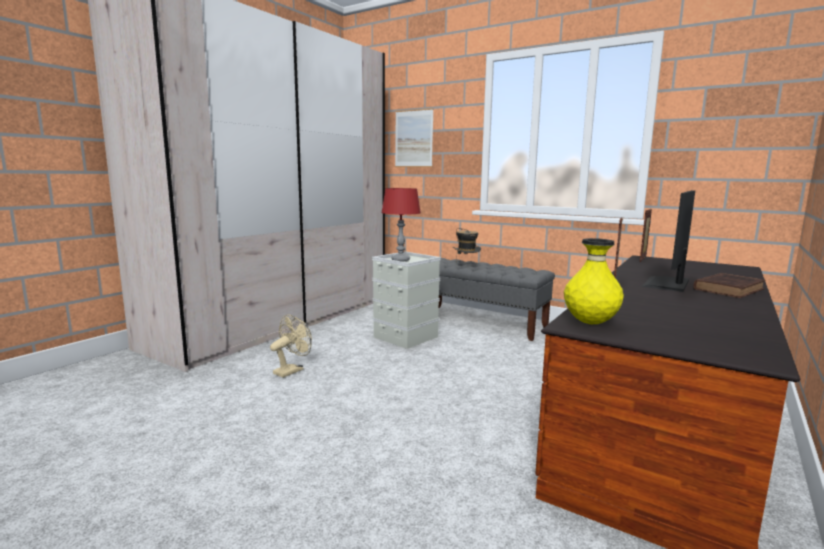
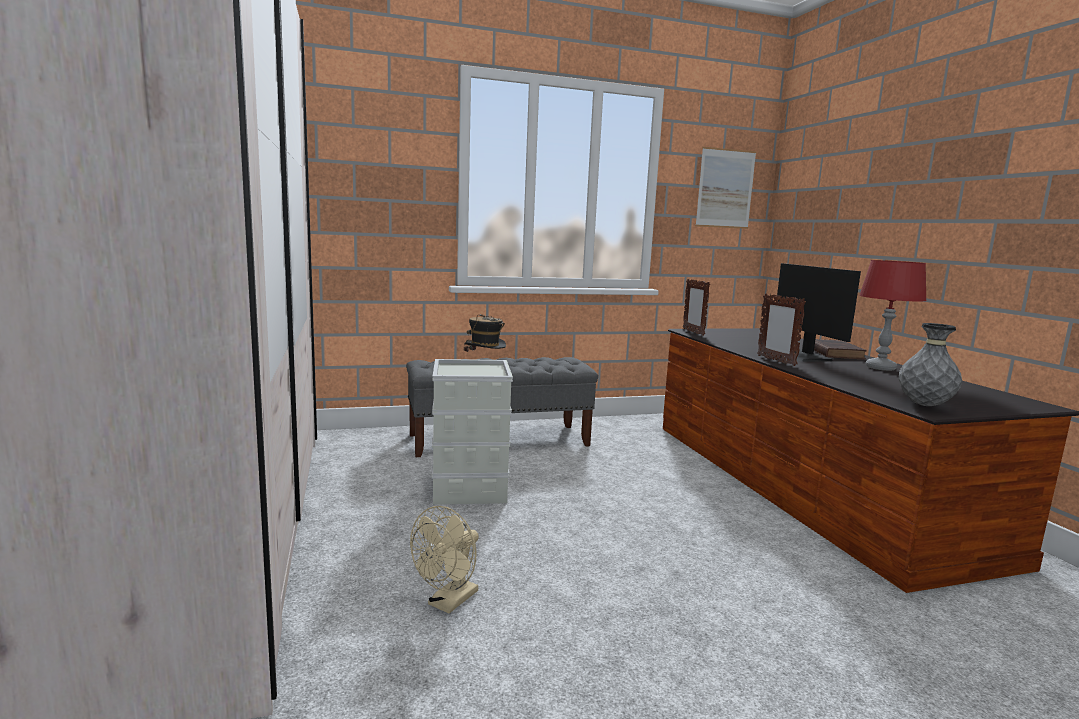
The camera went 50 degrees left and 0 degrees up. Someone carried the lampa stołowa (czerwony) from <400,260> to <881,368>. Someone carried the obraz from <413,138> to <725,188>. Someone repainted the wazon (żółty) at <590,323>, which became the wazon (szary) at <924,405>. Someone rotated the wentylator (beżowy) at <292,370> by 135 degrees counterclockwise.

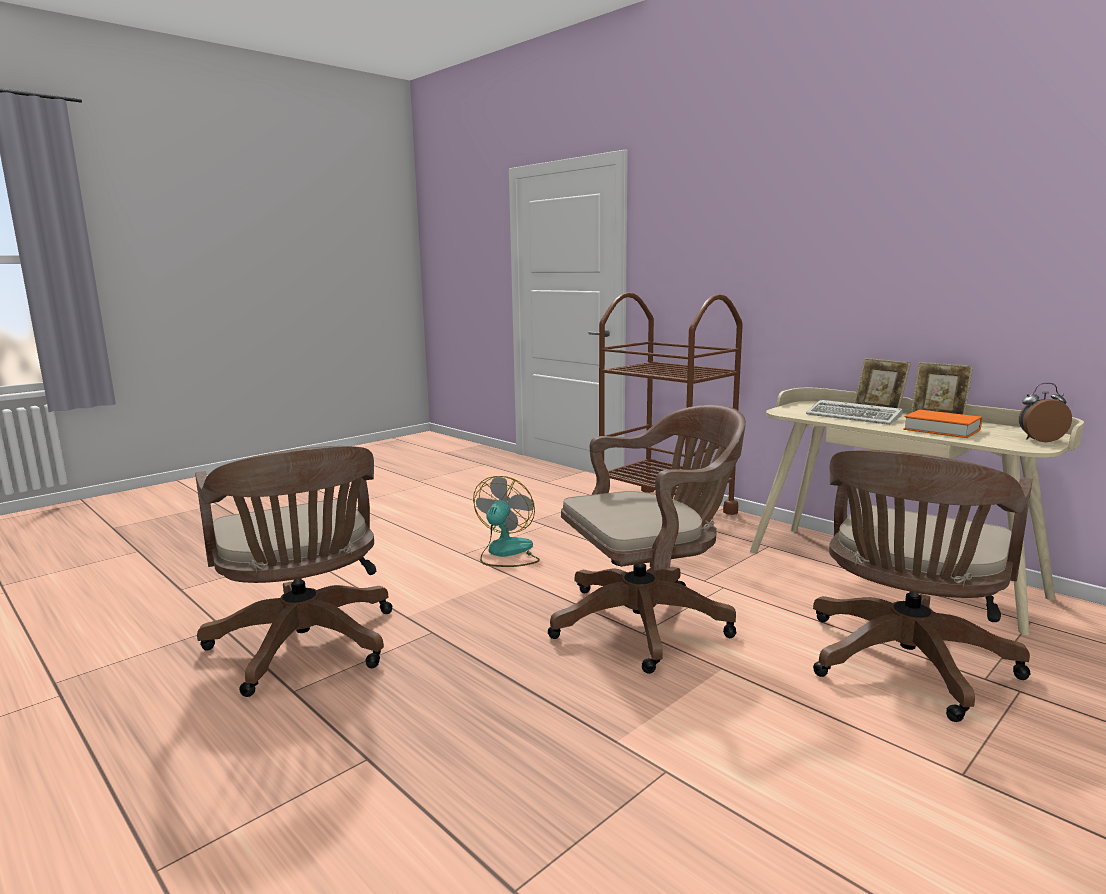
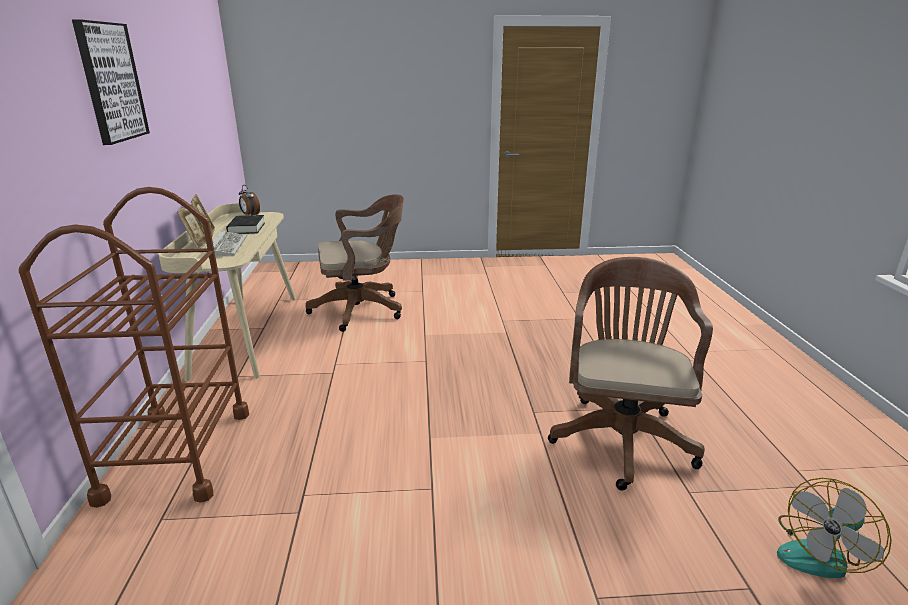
The camera went 140 degrees left and 10 degrees up. Someone took away the krzesło biurowe (brązowy) at <648,622>. Someone put up the obraz at <111,82>. Someone carried the wentylator from <506,553> to <820,553>. Someone repainted the książka (pomarańczowy) at <941,429>, which became the książka (czarny) at <246,228>.

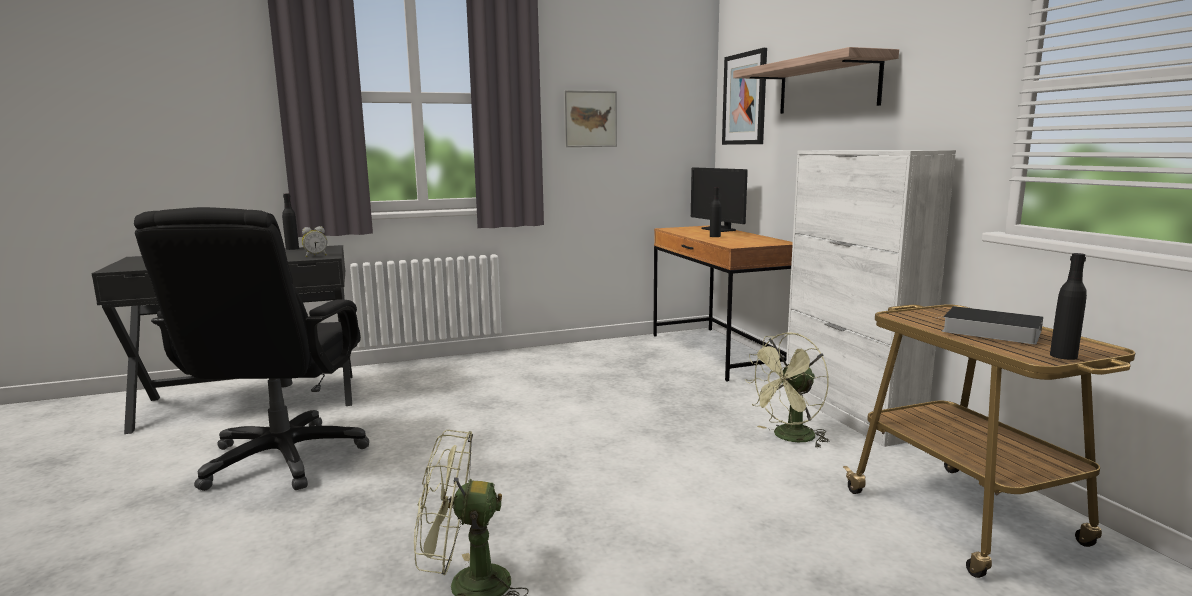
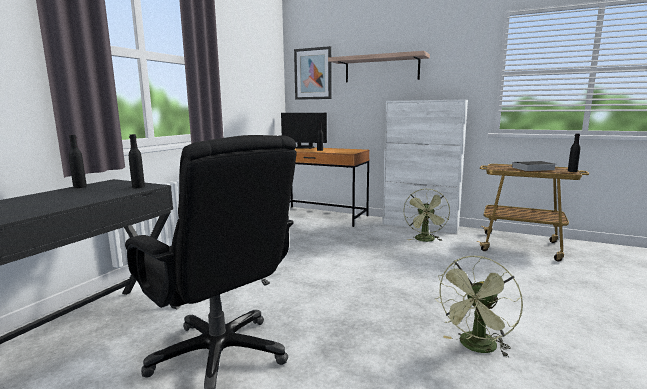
The camera went 45 degrees left and 0 degrees up. Someone took away the obraz at <590,119>. Someone swapped the budzik at <315,256> for the butelka (czarny) at <138,187>.

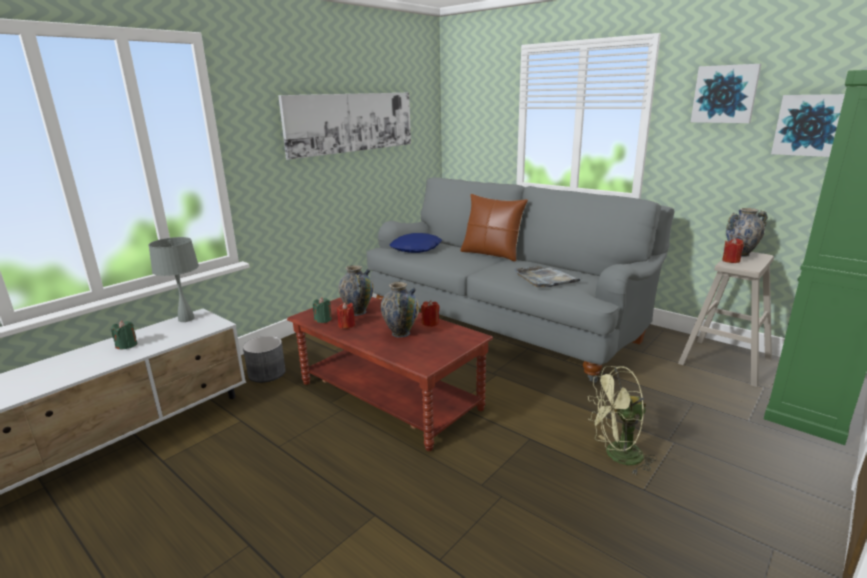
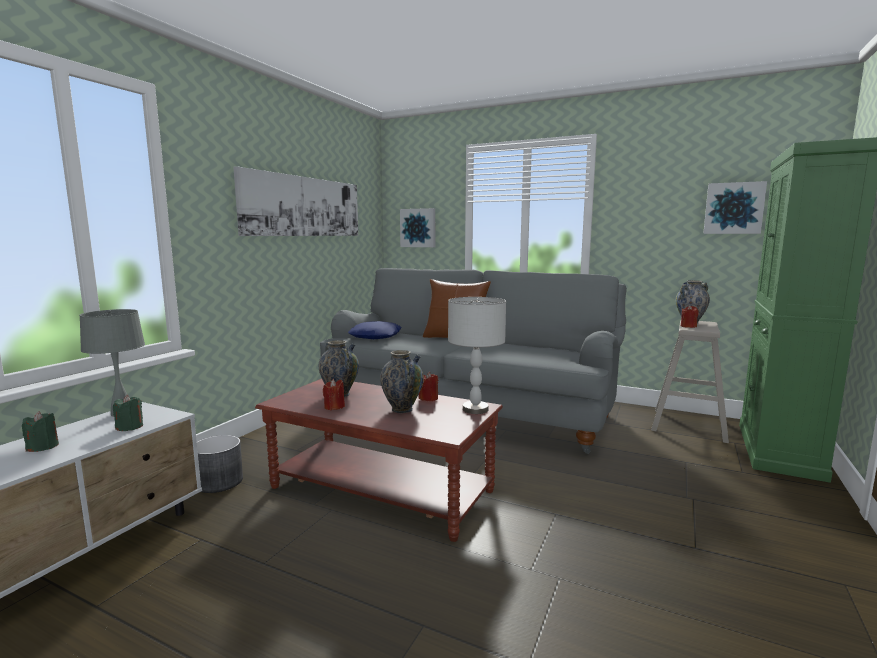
The camera went 15 degrees left and 10 degrees down. Someone took away the taca (szary) at <545,279>. Someone took away the wentylator (zielony) at <616,456>. Someone put down the lampa stołowa (szary) at <475,409>. Someone carried the świeca (zielony) from <323,320> to <130,427>. Someone carried the obraz from <725,94> to <418,228>.

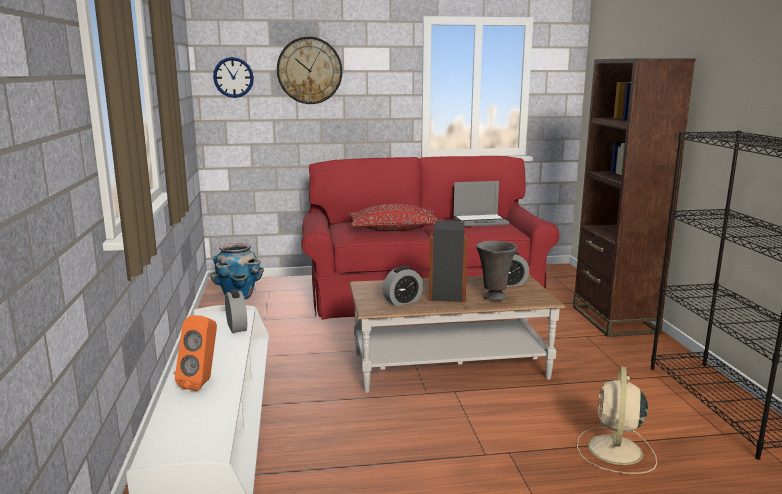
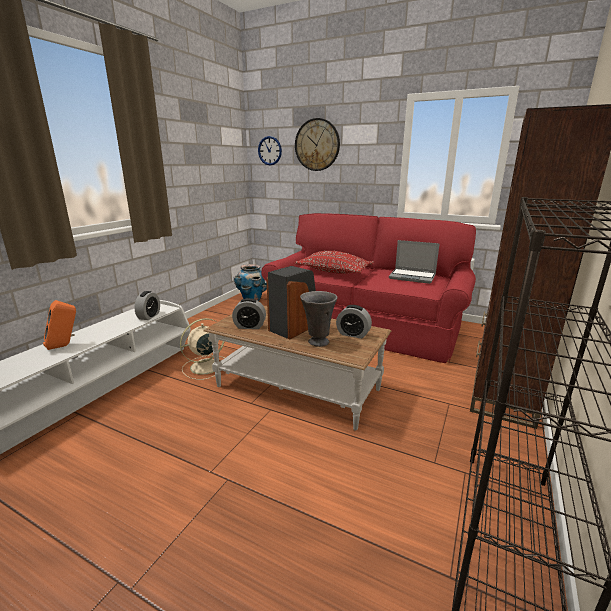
The camera went 35 degrees right and 5 degrees up. Someone carried the wentylator (beżowy) from <615,451> to <204,367>.

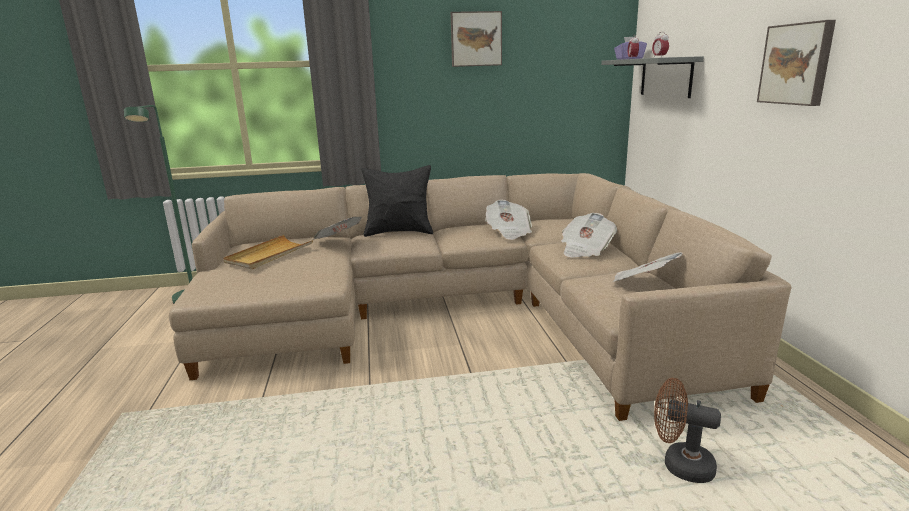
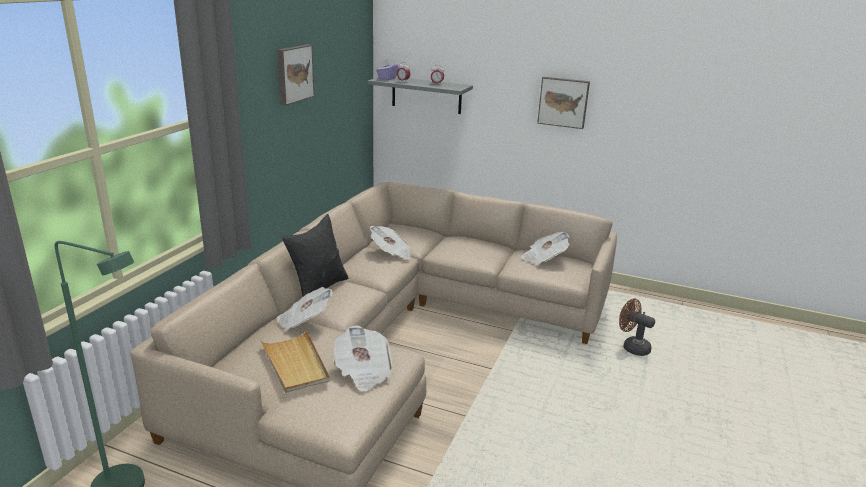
The camera went 60 degrees left and 5 degrees up. Someone carried the gazeta from <585,250> to <363,372>. Someone rotated the wentylator (brązowy) at <679,465> by 75 degrees clockwise.

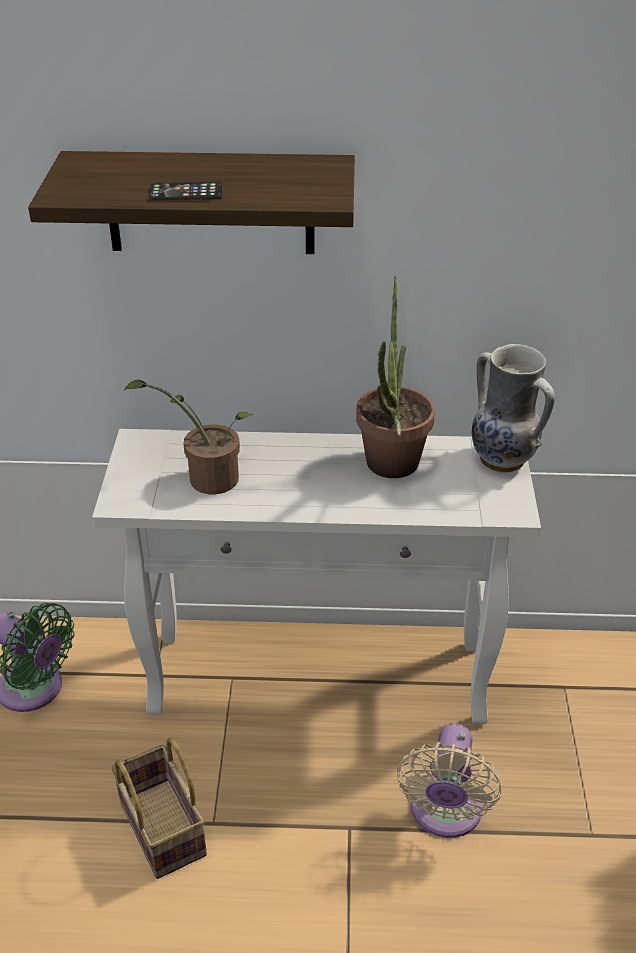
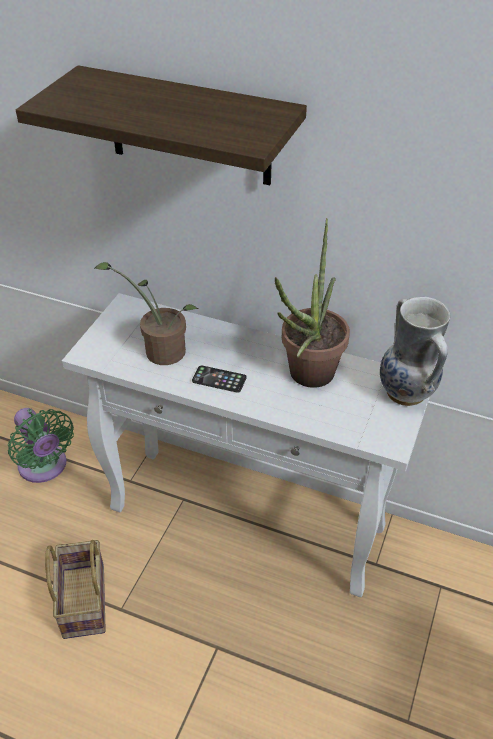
The camera went 20 degrees right and 5 degrees up. Someone took away the wentylator (beżowy) at <444,813>. Someone carried the telefon from <186,192> to <219,379>.

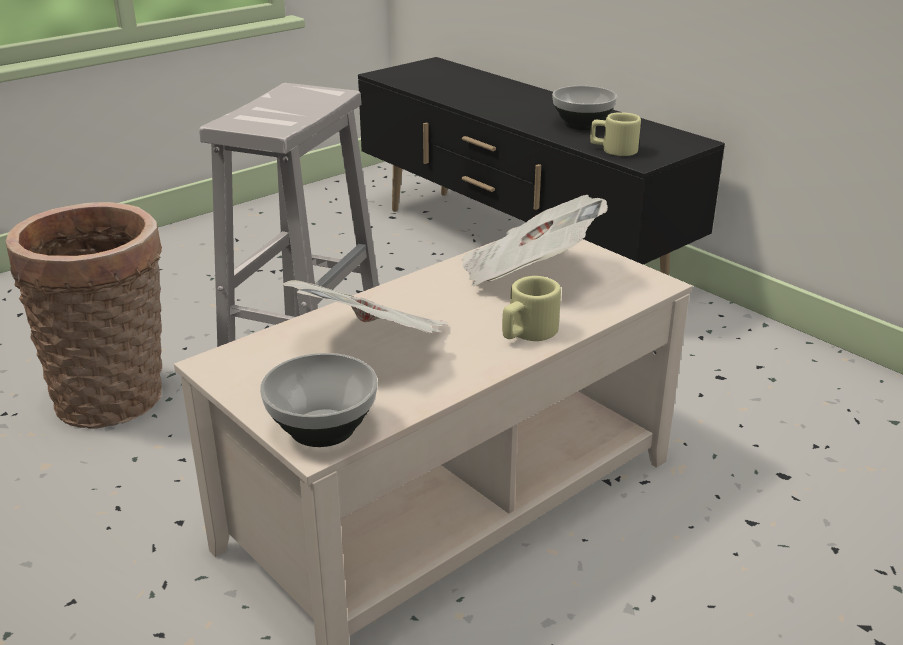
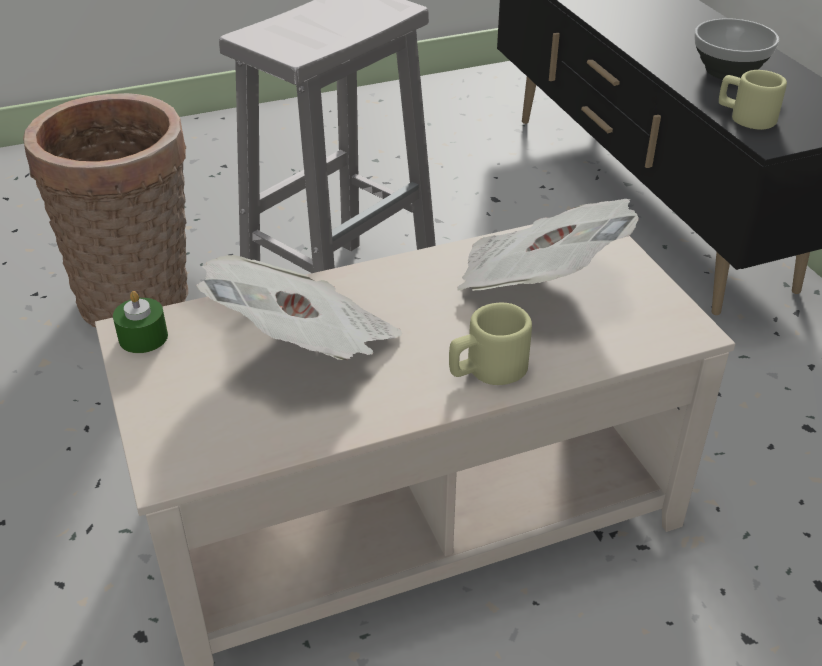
The camera went 20 degrees right and 10 degrees up. Someone took away the miska at <324,428>. Someone put down the świeca (zielony) at <143,337>.

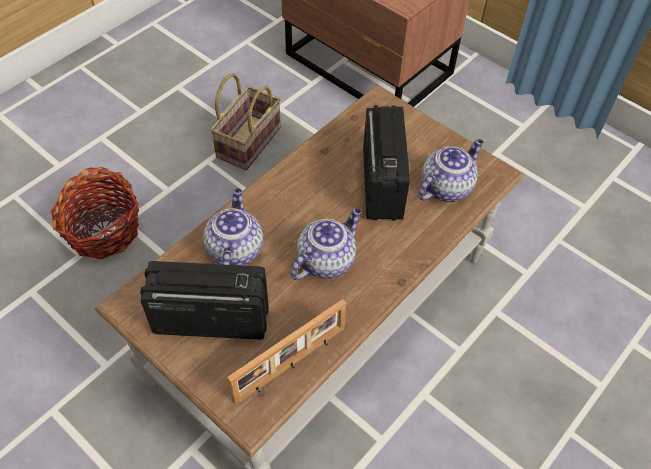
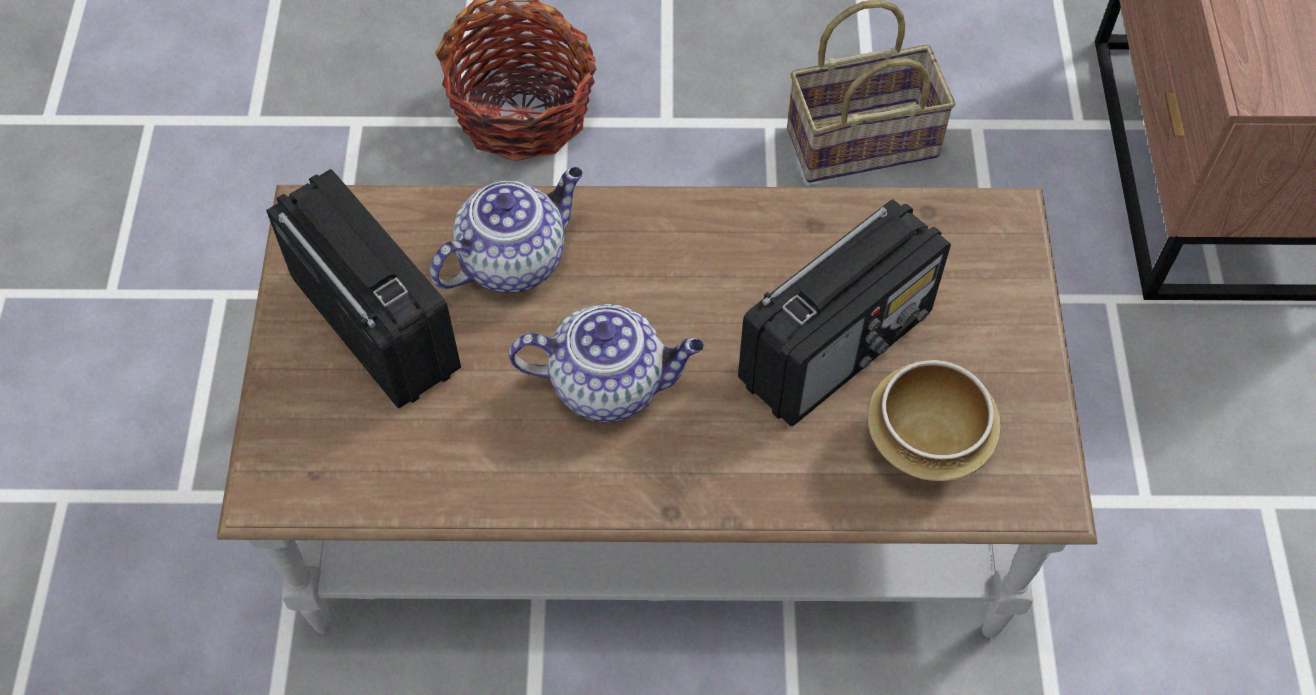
The camera went 50 degrees right and 5 degrees up. Someone took away the ramka na zdjęcie at <291,365>. Someone swapped the imbryk at <446,187> for the miska at <928,442>.

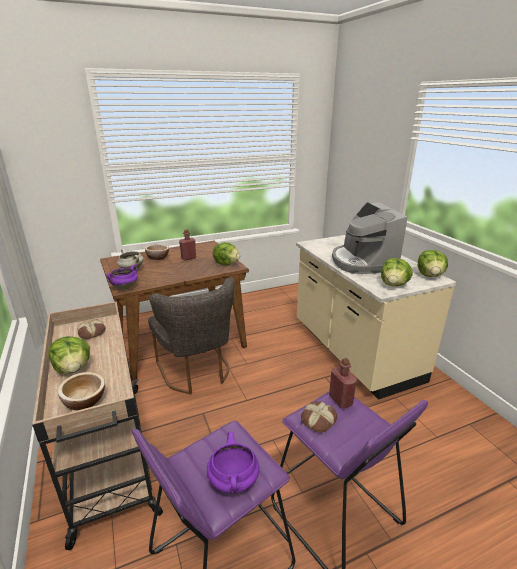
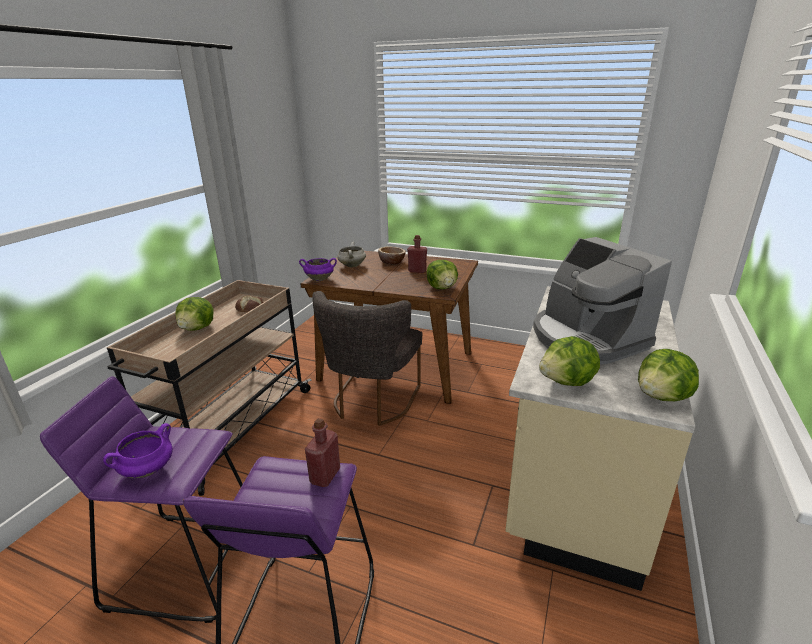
The camera went 45 degrees right and 0 degrees up. Someone took away the miska at <85,400>. Someone took away the chleb at <318,419>. Someone rotated the ekspres do kawy at <362,262> by 60 degrees counterclockwise.

